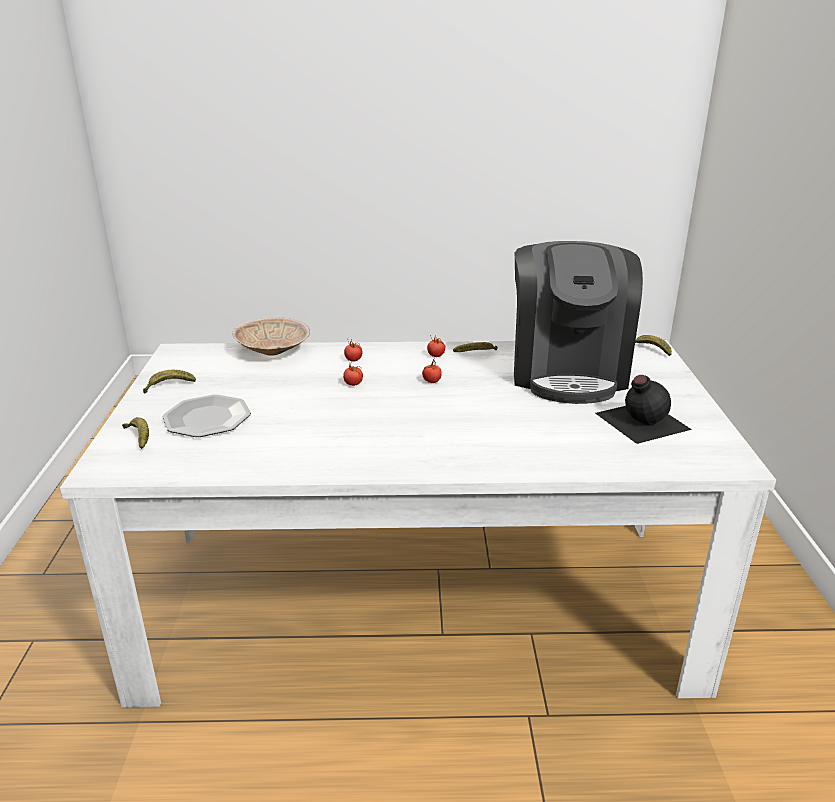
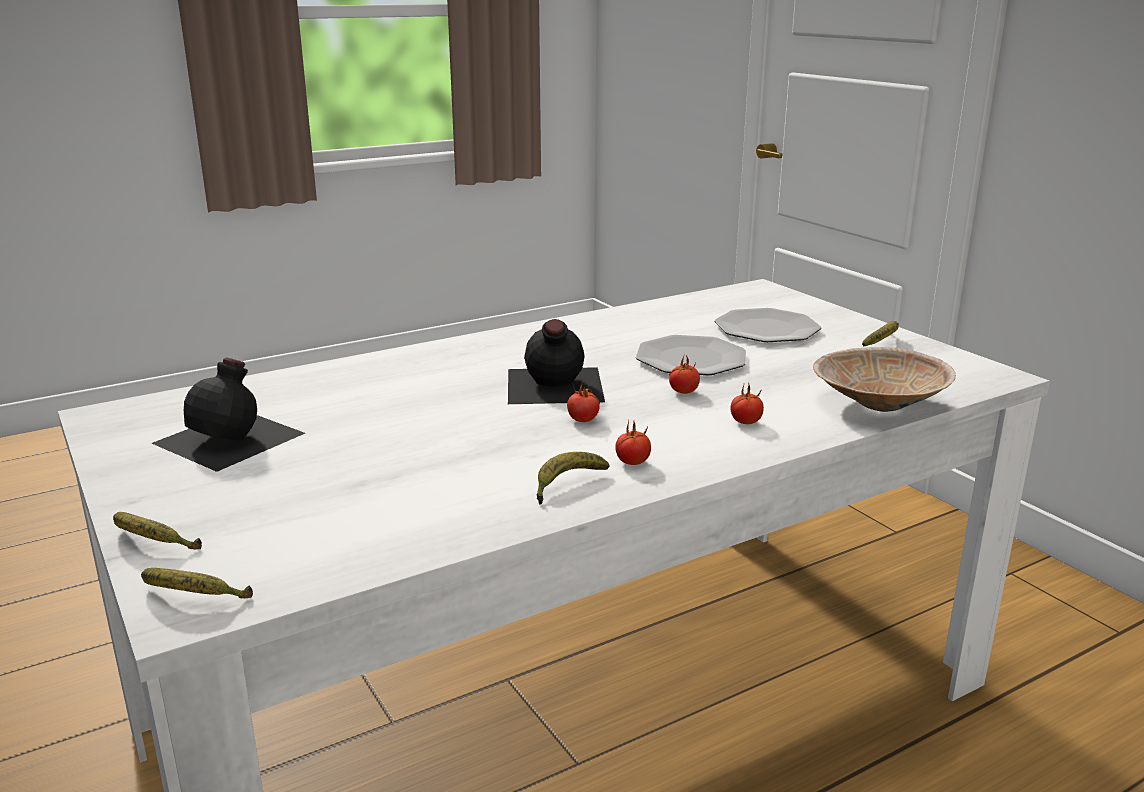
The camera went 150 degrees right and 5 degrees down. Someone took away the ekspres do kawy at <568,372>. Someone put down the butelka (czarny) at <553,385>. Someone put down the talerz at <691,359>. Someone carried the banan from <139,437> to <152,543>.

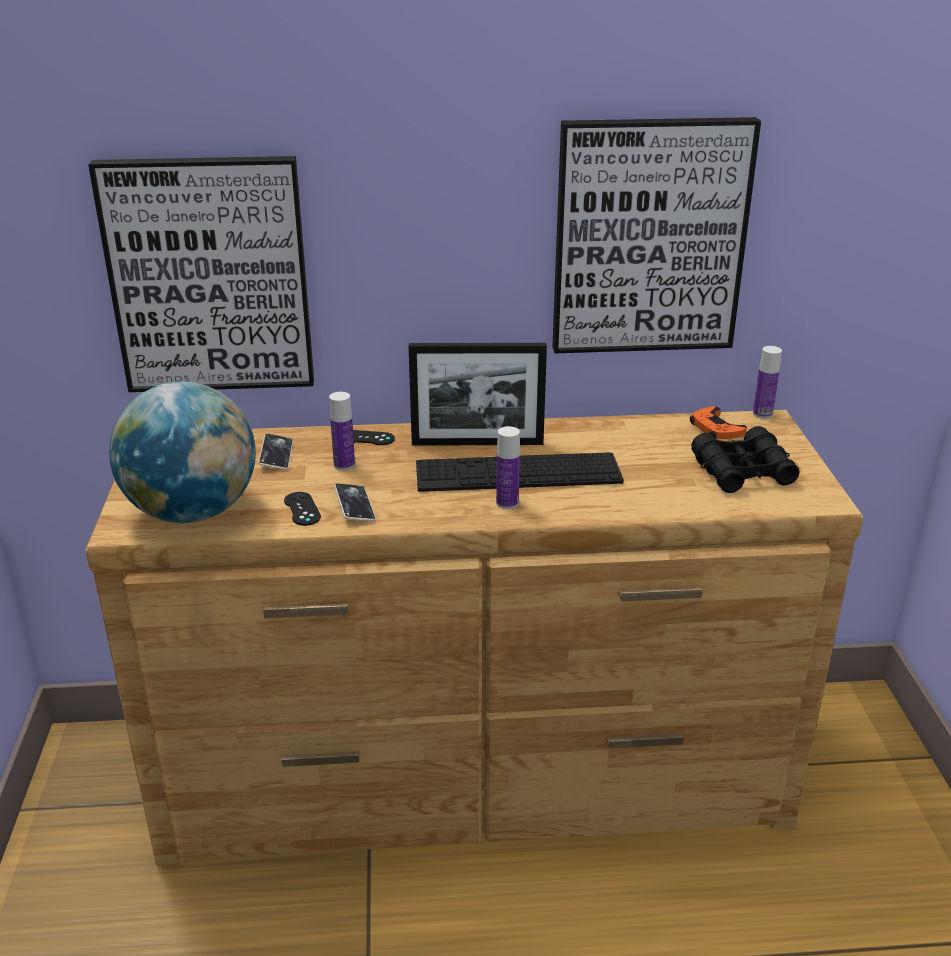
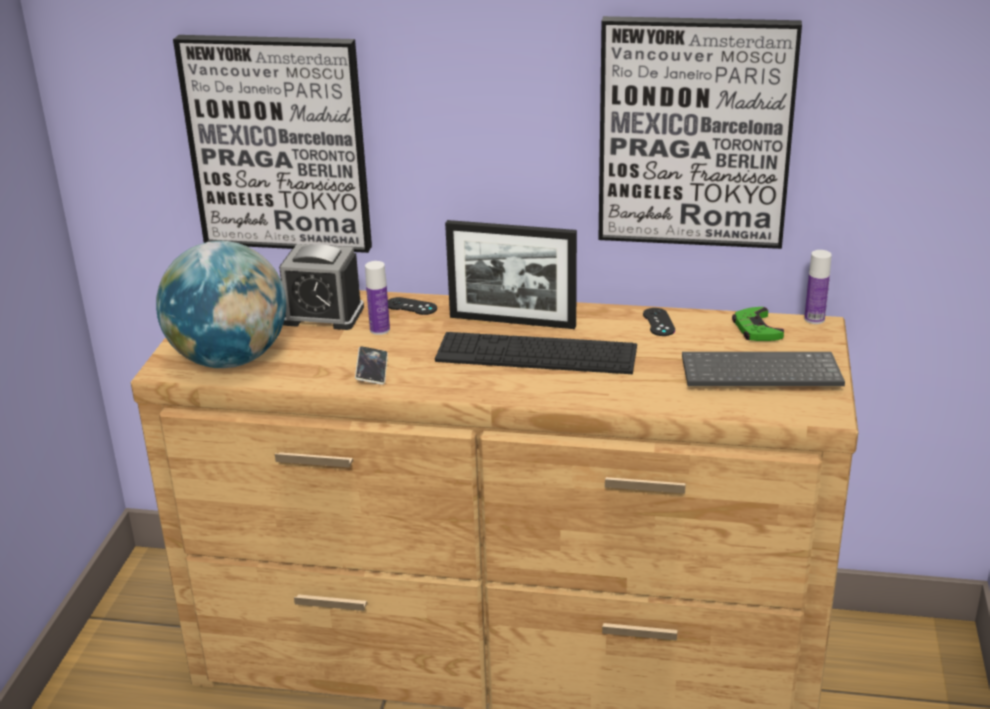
The camera went 15 degrees right and 0 degrees up. Someone took away the butelka at <507,503>. Someone carried the pad do gier (czarny) from <302,509> to <658,322>. Someone swapped the telefon at <276,455> for the budzik at <323,315>. Someone swapped the lornetka (czarny) at <743,472> for the klawiatura at <758,375>. Someone repainted the pad do gier (pomarańczowy) at <715,428>, which became the pad do gier (zielony) at <756,329>.

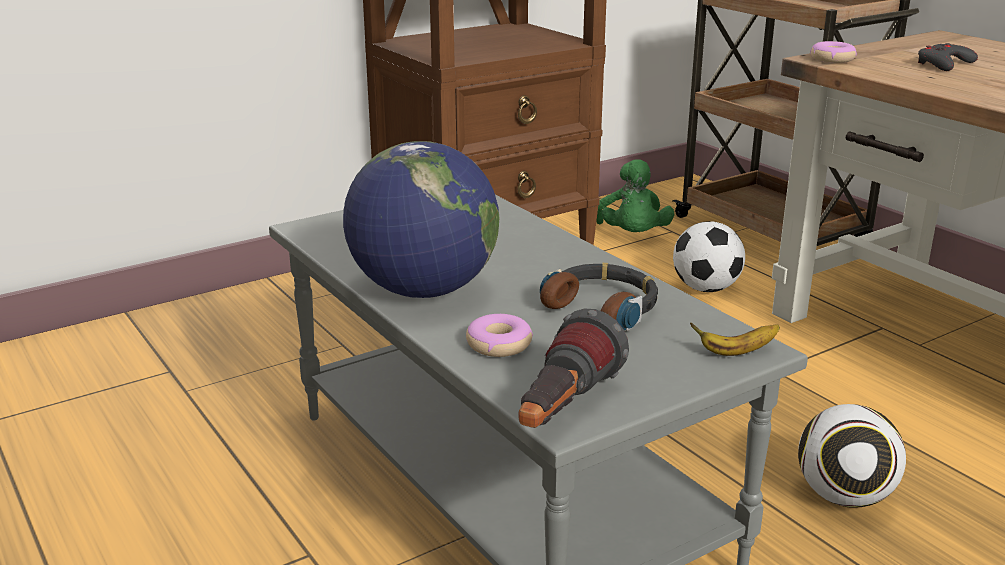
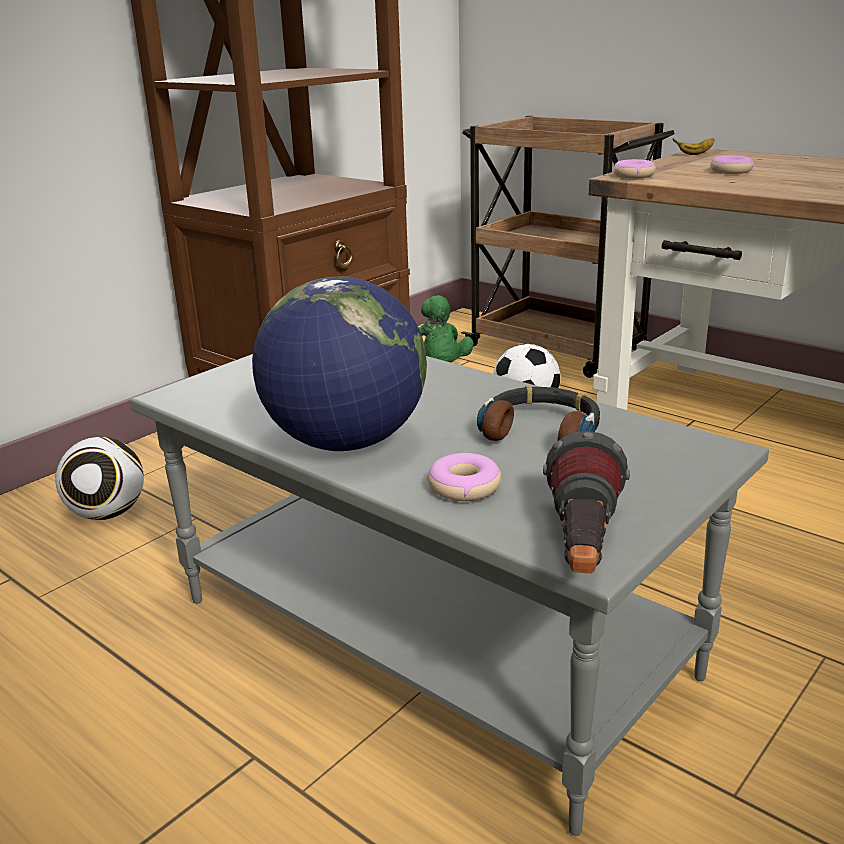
The camera went 15 degrees left and 0 degrees up. Someone carried the banan from <736,352> to <695,154>. Someone carried the piłka futbolowa from <844,496> to <107,513>. Someone swapped the pad do gier (szary) at <944,64> for the donut at <731,171>.

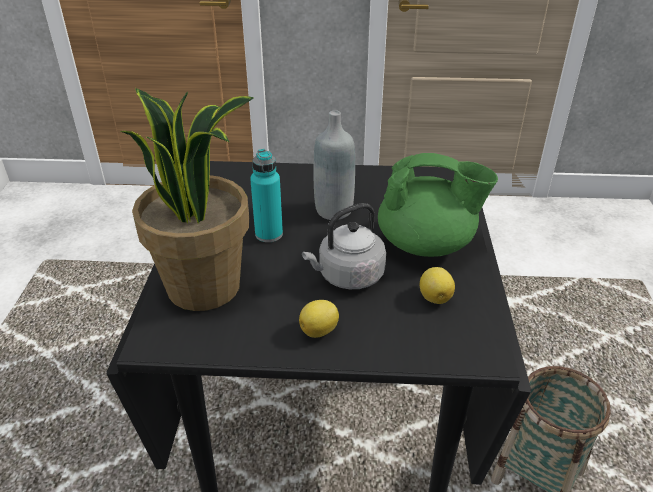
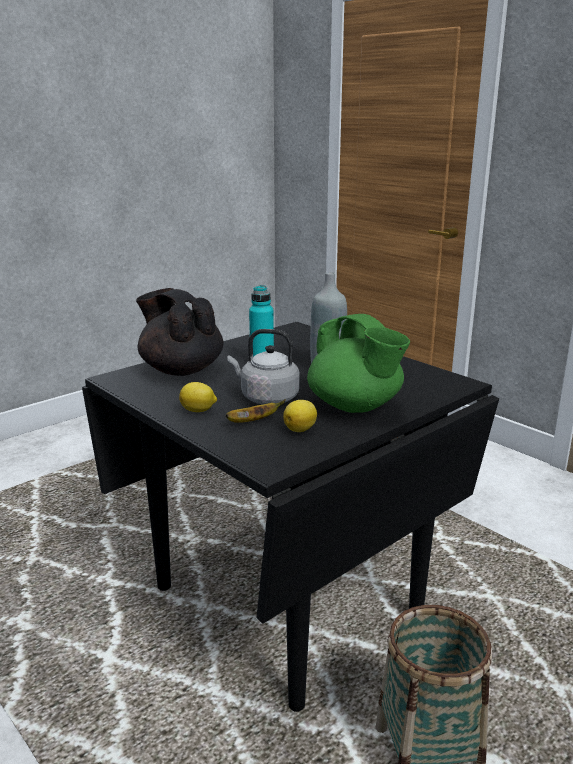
The camera went 45 degrees right and 15 degrees down. Someone put down the banan at <253,421>. Someone swapped the roślina doniczkowa at <205,286> for the imbryk (czarny) at <181,369>.

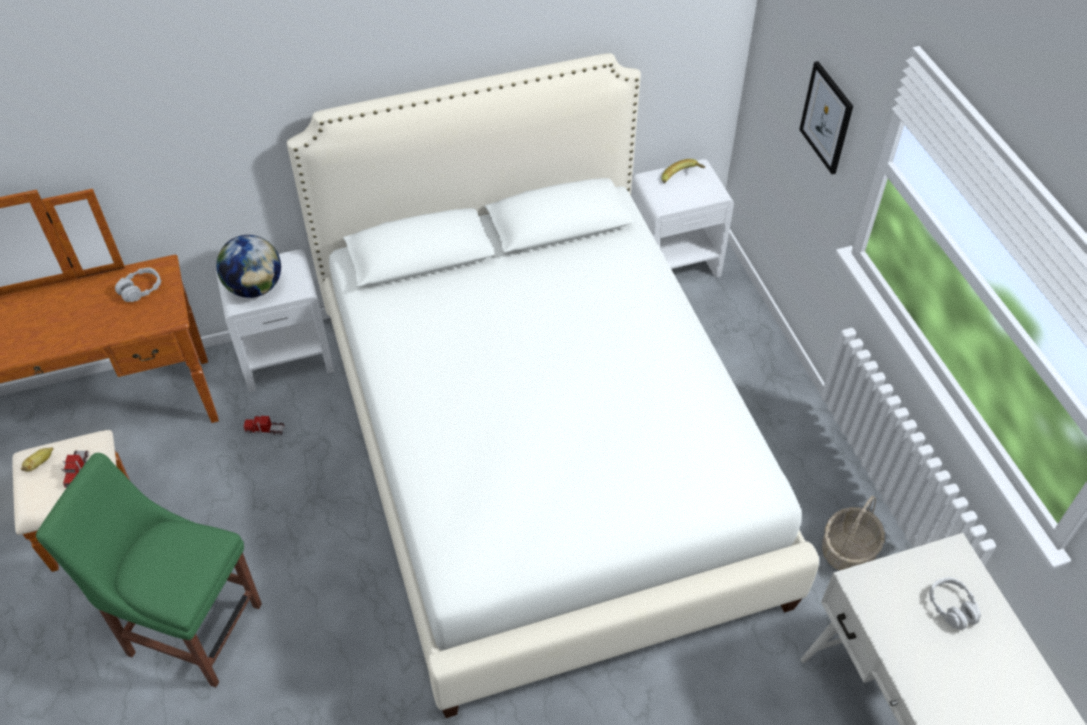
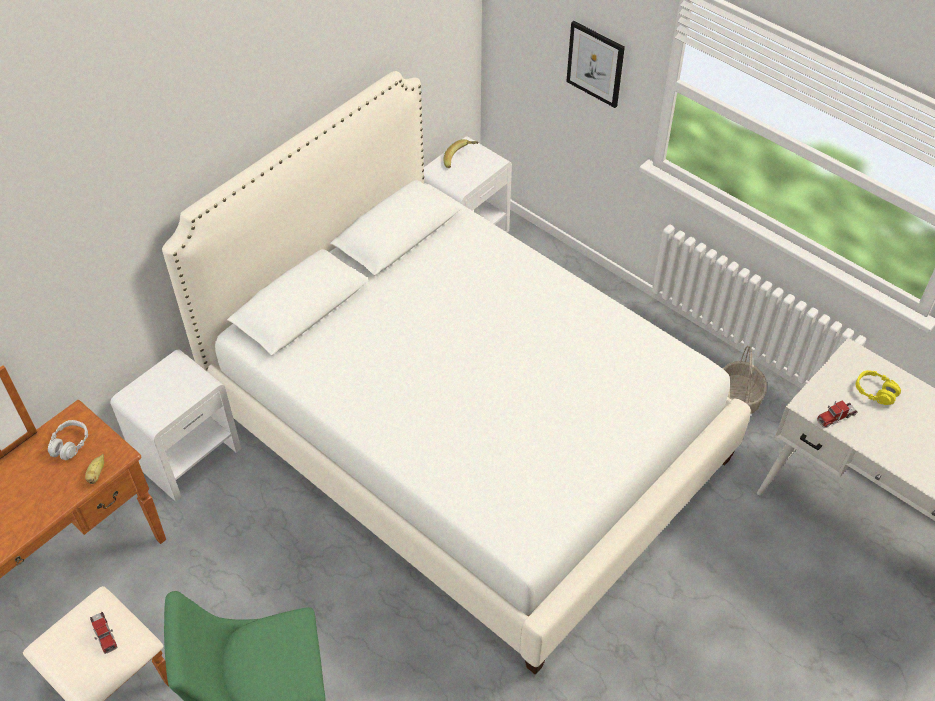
The camera went 30 degrees left and 0 degrees up. Someone took away the globus at <255,287>. Someone carried the banan from <39,463> to <96,474>. Someone carried the ciężarówka zabawkowa from <265,429> to <836,417>. Someone repainted the słuchawki (szary) at <951,607>, which became the słuchawki (żółty) at <875,392>.

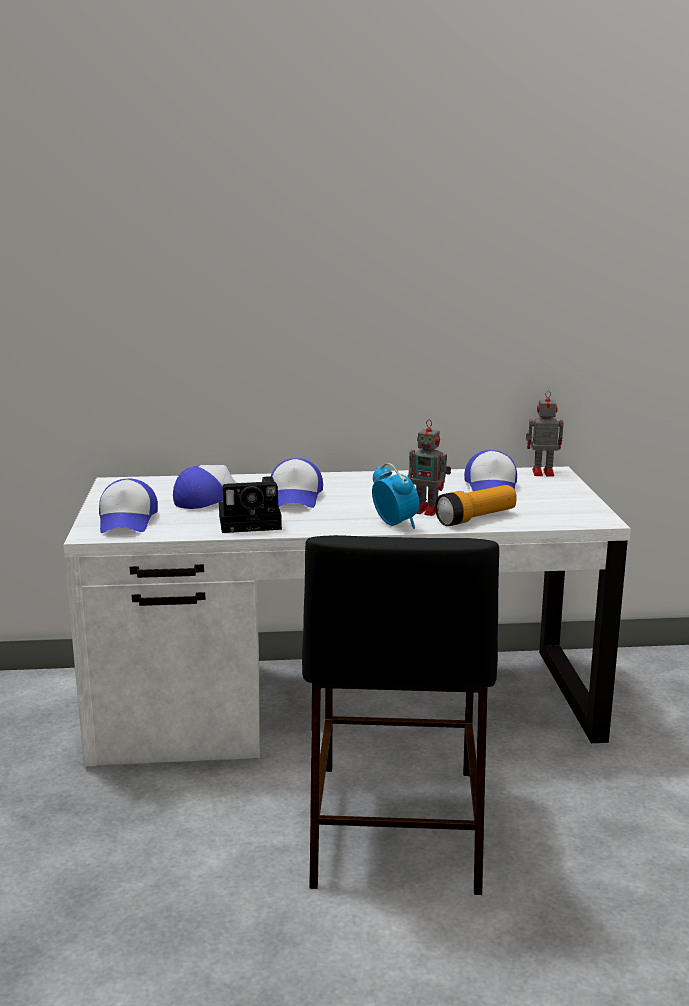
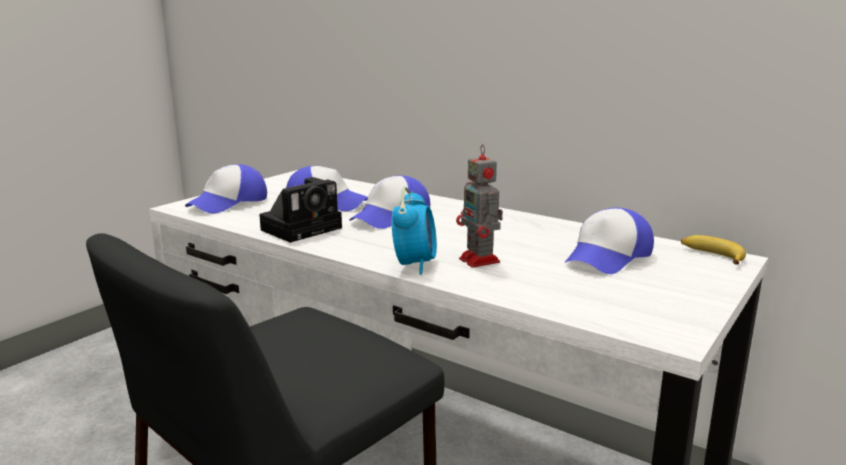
The camera went 40 degrees right and 0 degrees up. Someone took away the latarka at <476,518>. Someone swapped the robot zabawkowy at <541,472> for the banan at <711,256>. Someone rotated the aparat fotograficzny at <253,522> by 75 degrees counterclockwise.

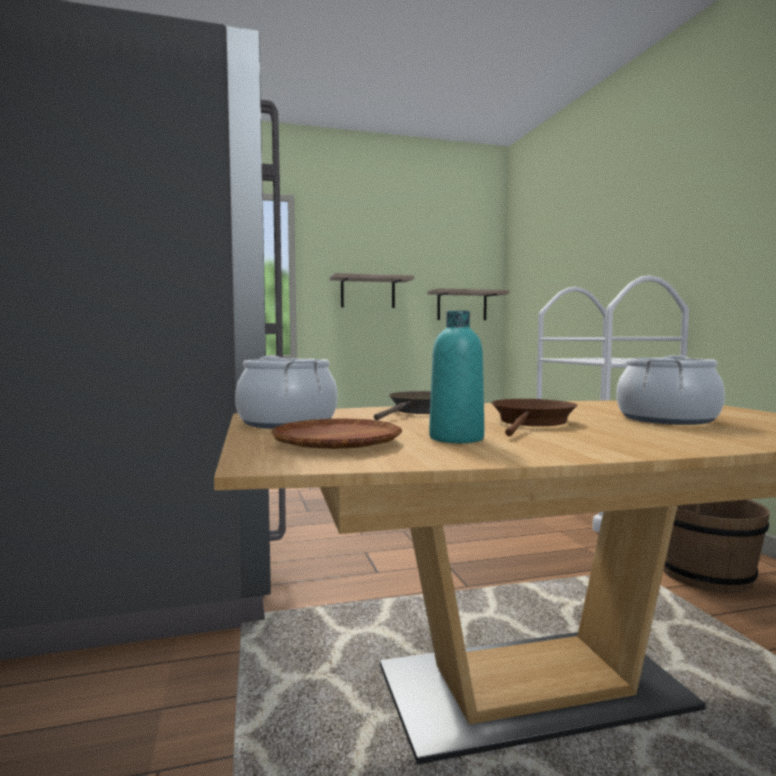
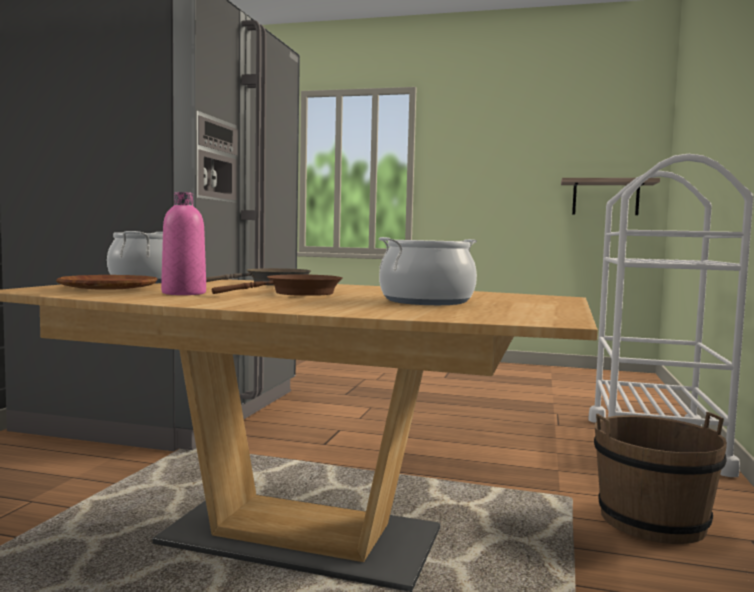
The camera went 30 degrees right and 0 degrees up. Someone took away the półka at <368,292>. Someone repainted the butelka (turkusowy) at <456,438>, which became the butelka (różowy) at <184,293>.

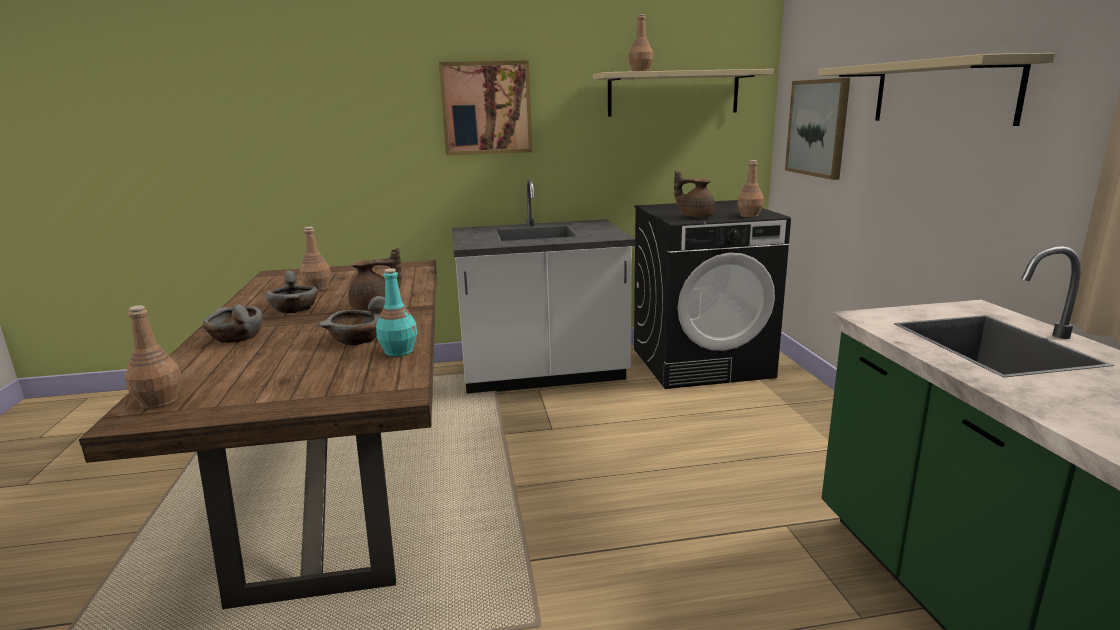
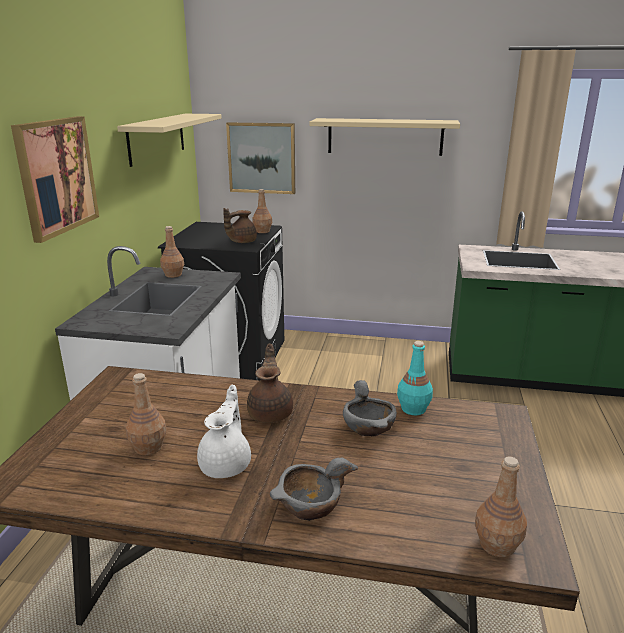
The camera went 70 degrees left and 5 degrees up. Someone carried the butelka (brązowy) from <640,71> to <173,275>. Someone swapped the miska (szary) at <295,308> for the imbryk (biały) at <227,464>.

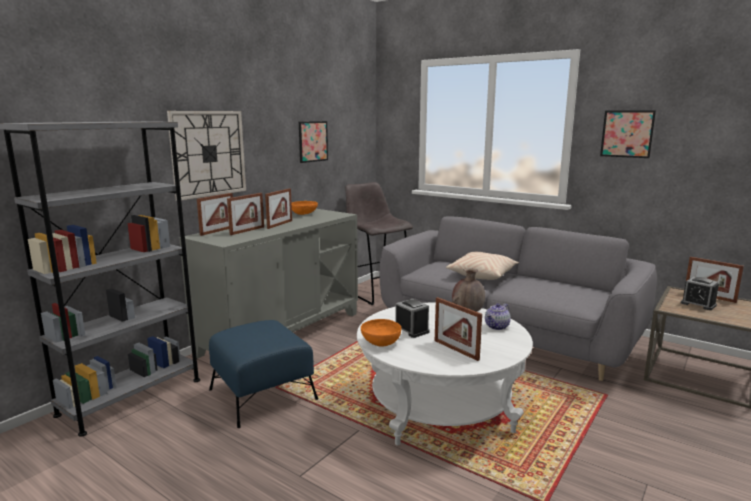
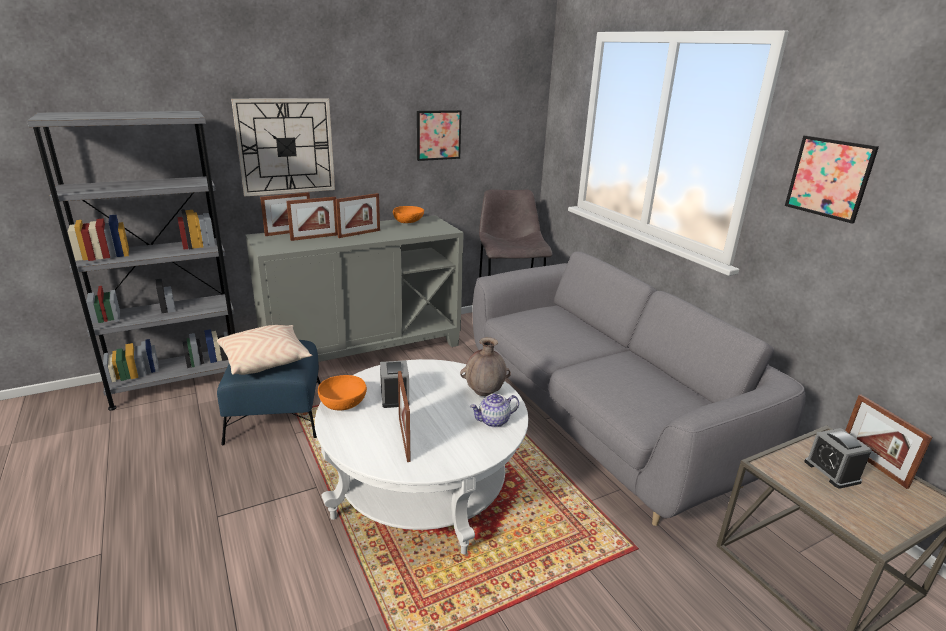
The camera went 25 degrees right and 10 degrees up. Someone carried the poduszka (beżowy) from <482,275> to <265,360>.

